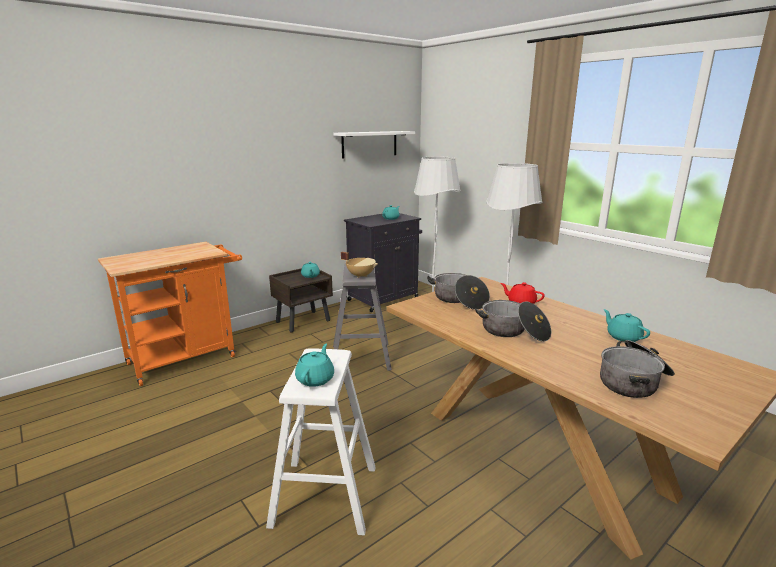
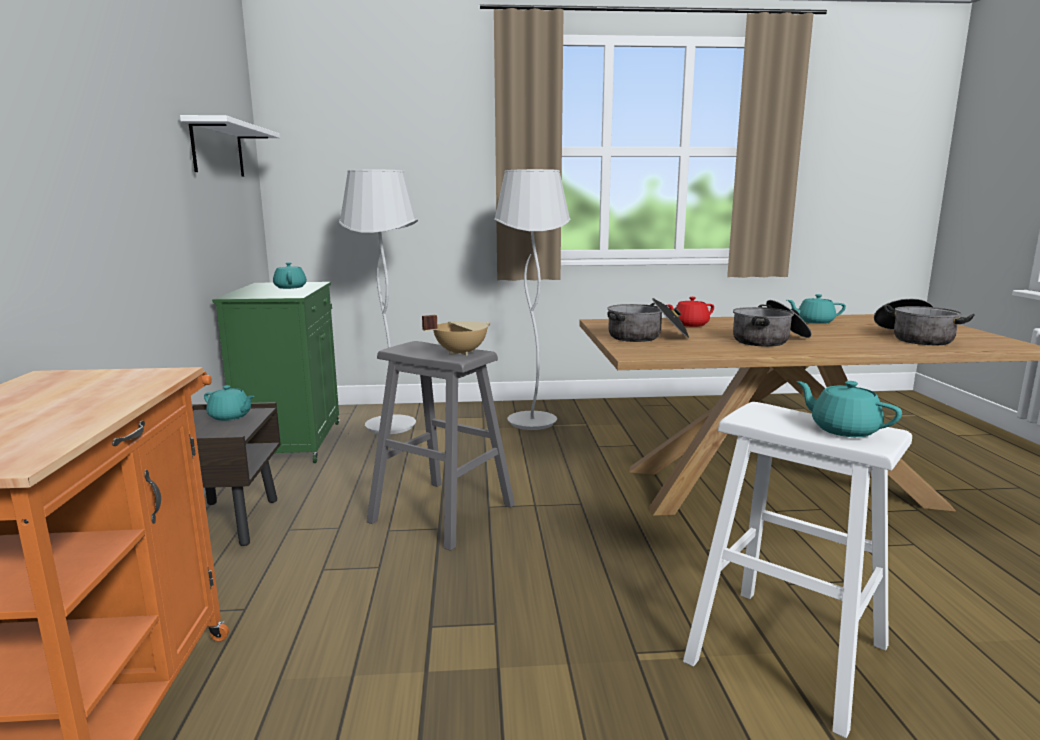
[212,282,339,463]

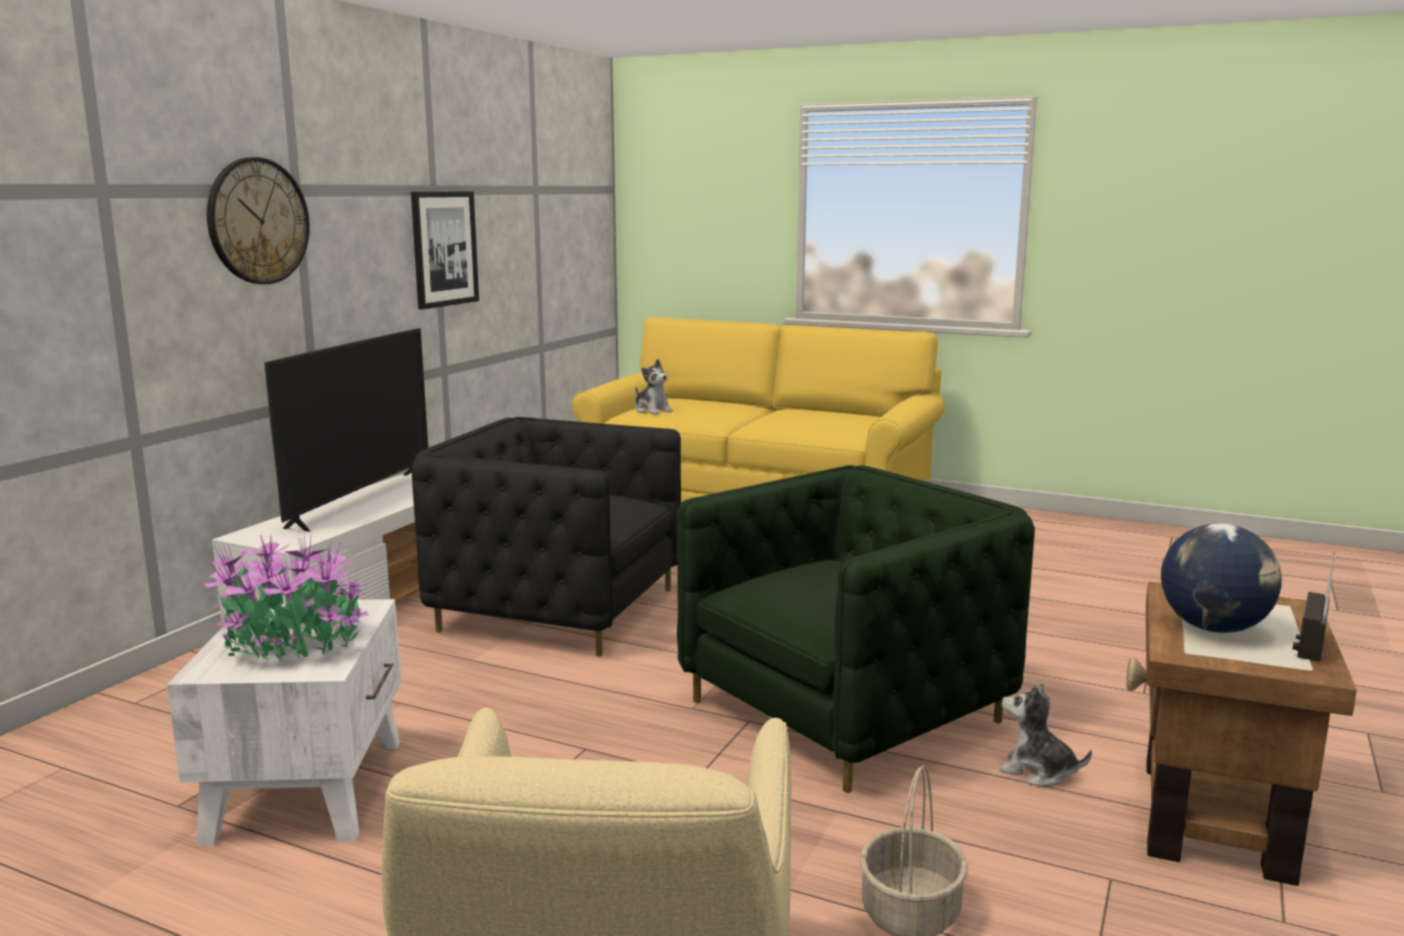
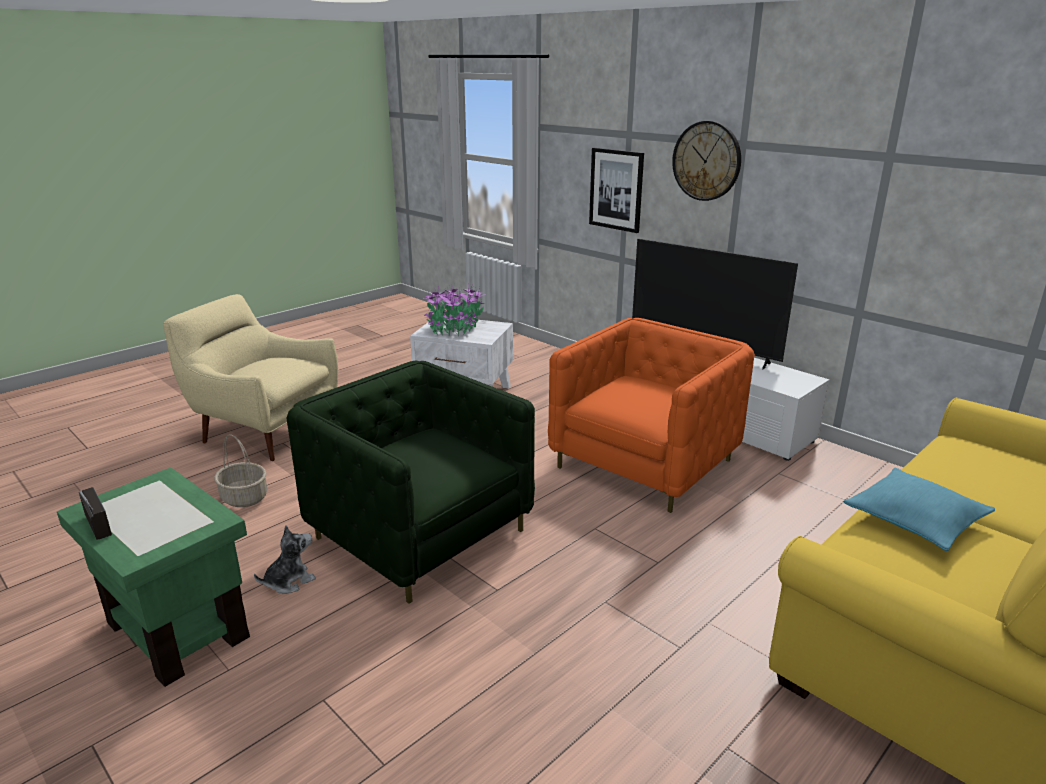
[589,148,644,233]
[548,318,755,513]
[635,359,673,415] (first image)
[287,361,535,604]
[57,468,250,687]
[1161,523,1282,633] (first image)
[844,468,995,551]

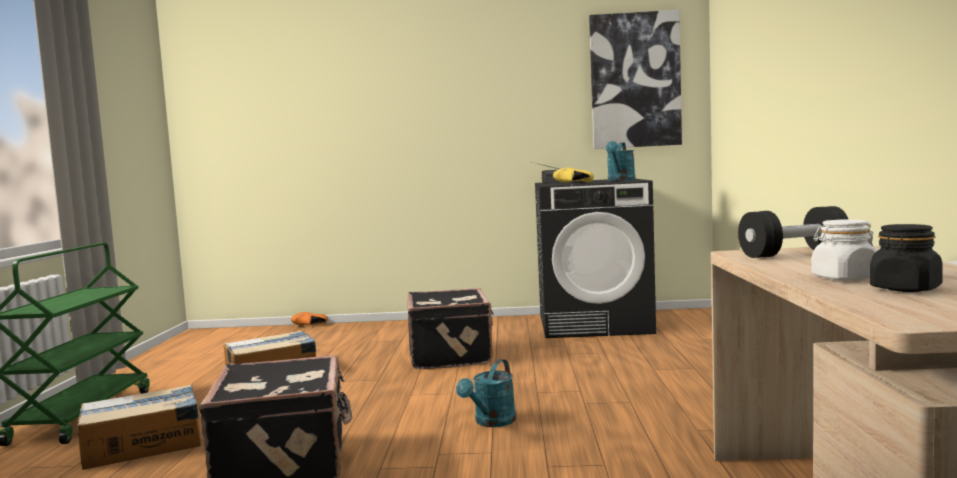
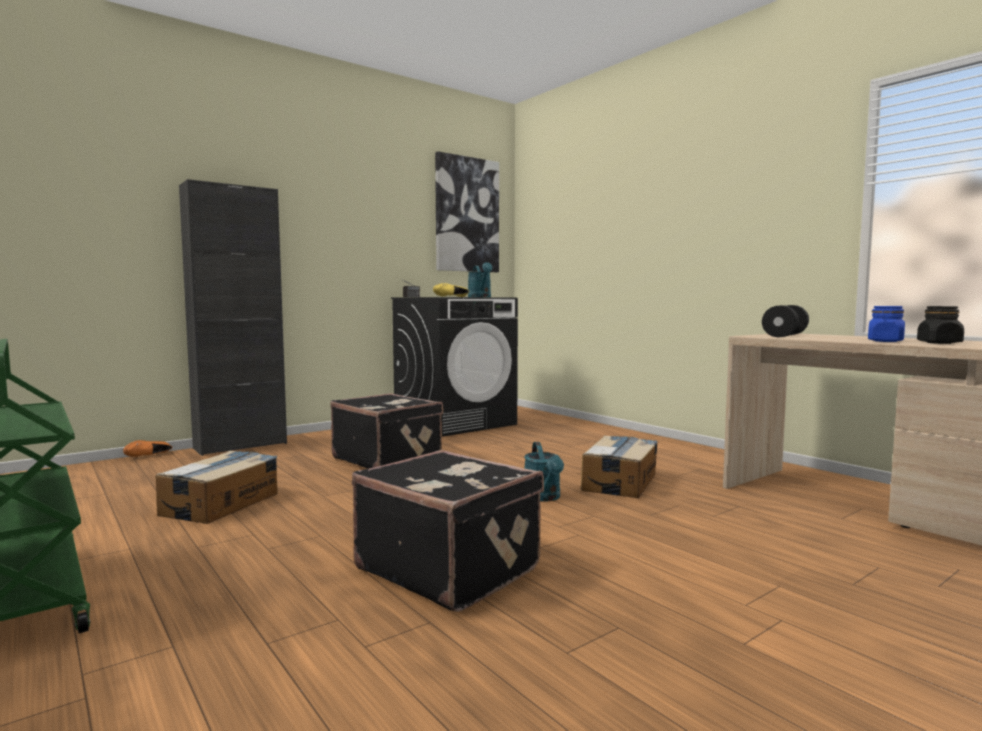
[581,435,658,498]
[868,306,905,342]
[179,179,287,456]

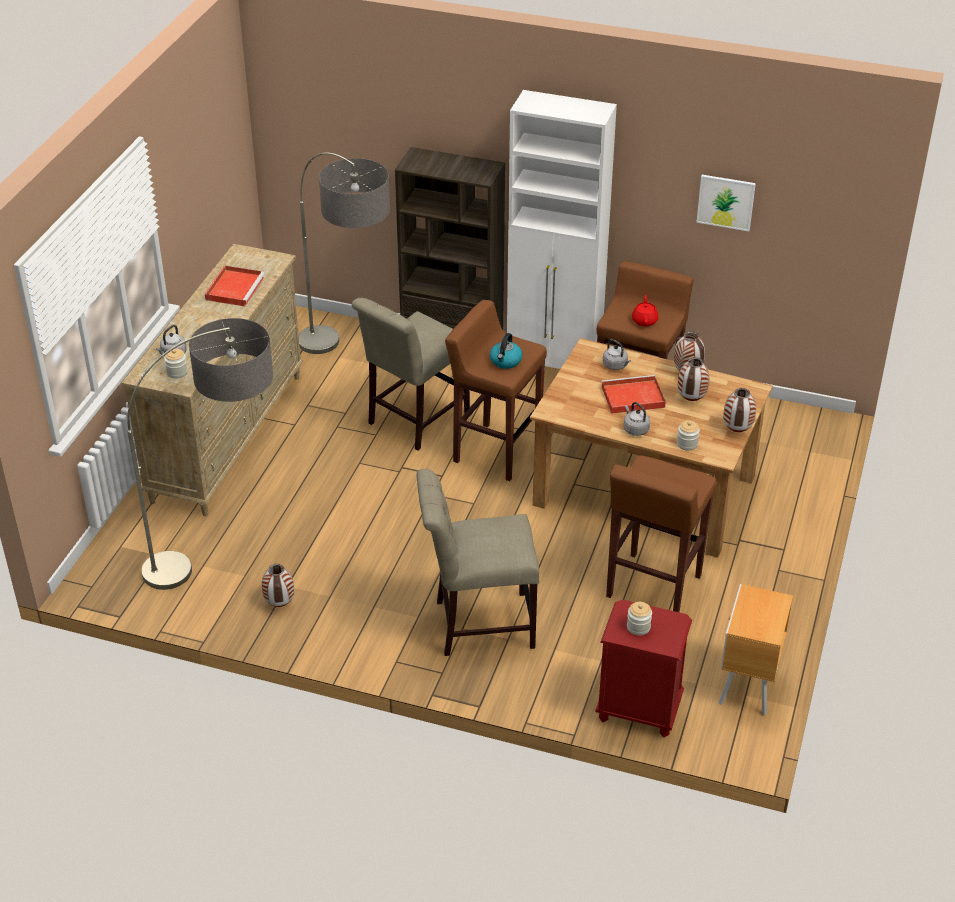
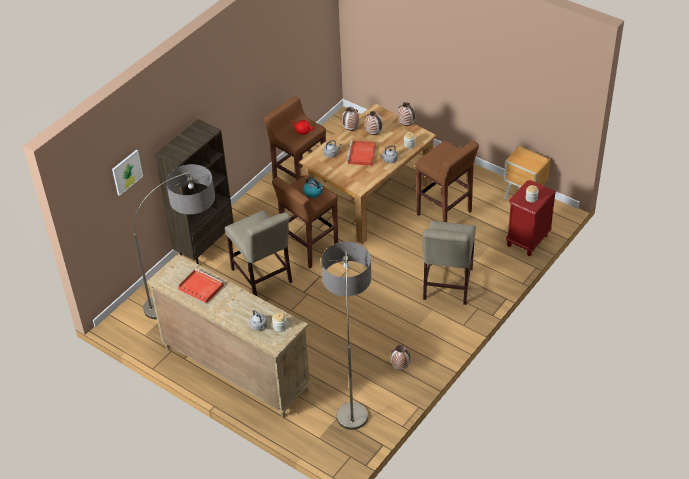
[507,90,617,369] (first image)
[112,150,143,196]

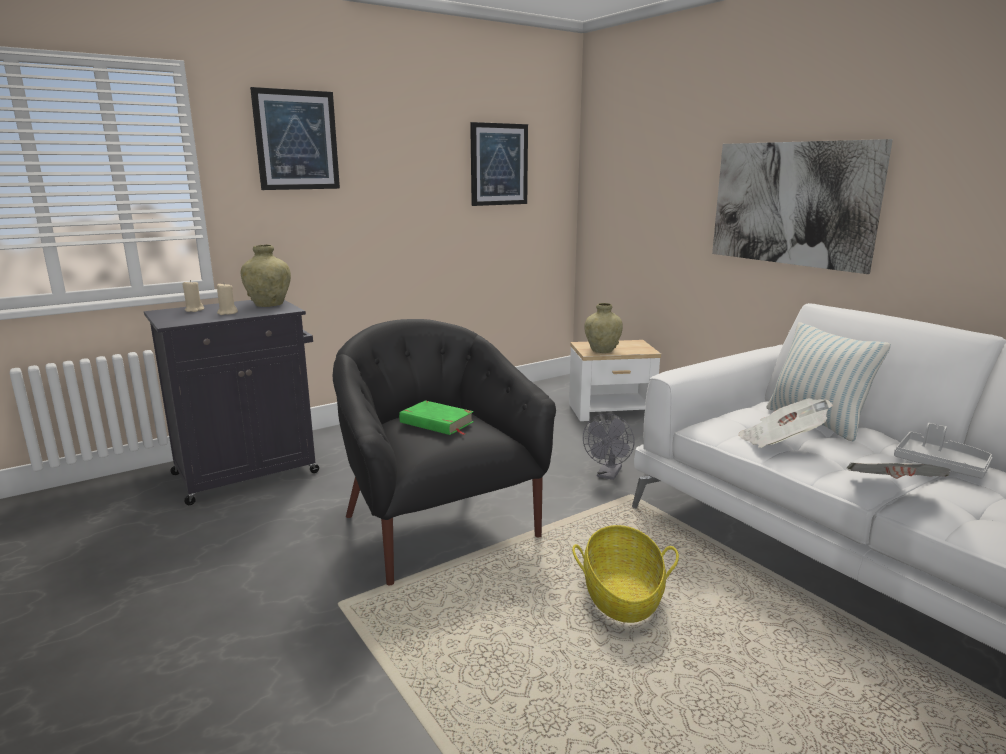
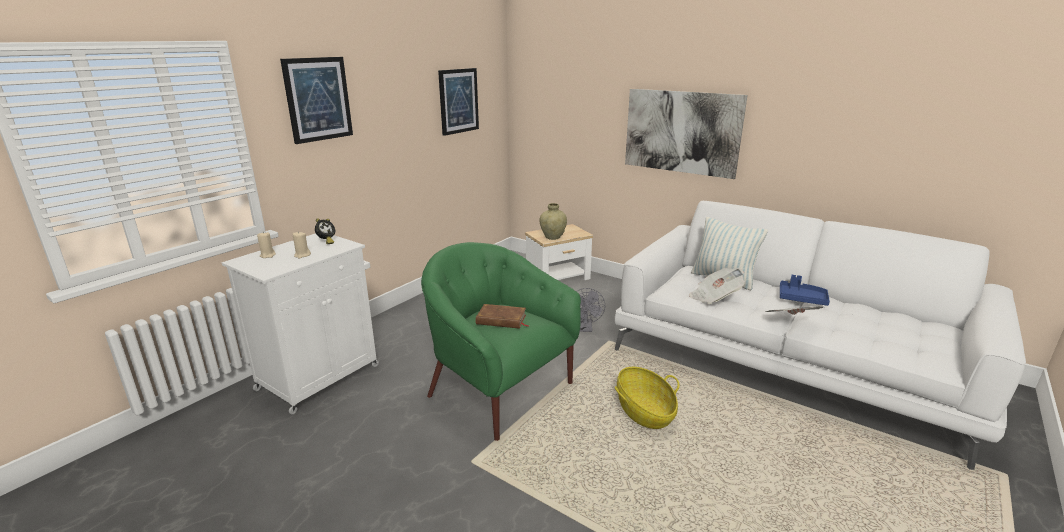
[222,233,379,414]
[315,218,335,244]
[421,242,581,441]
[476,304,529,329]
[780,275,830,306]

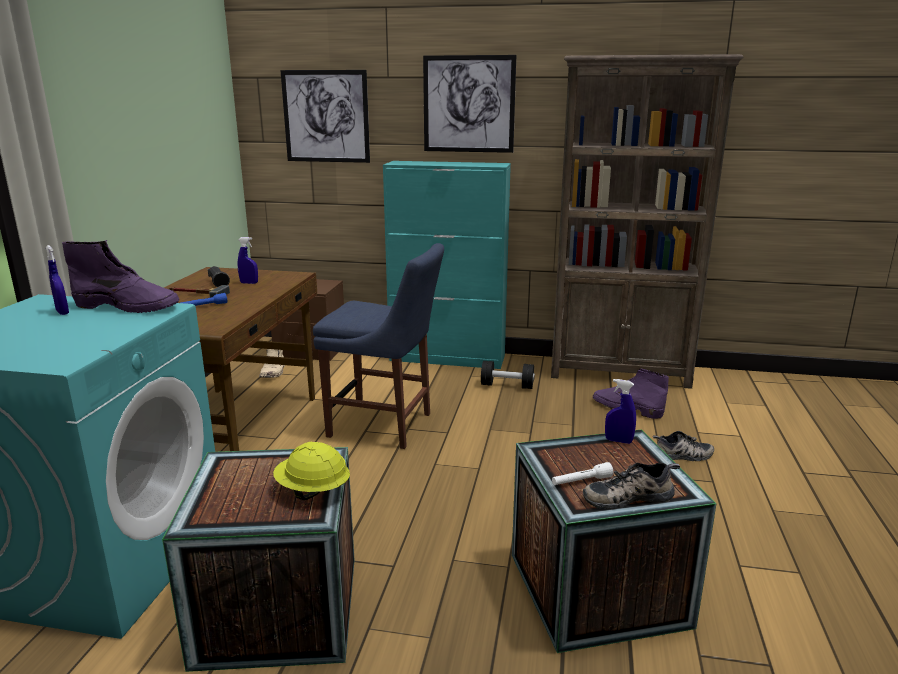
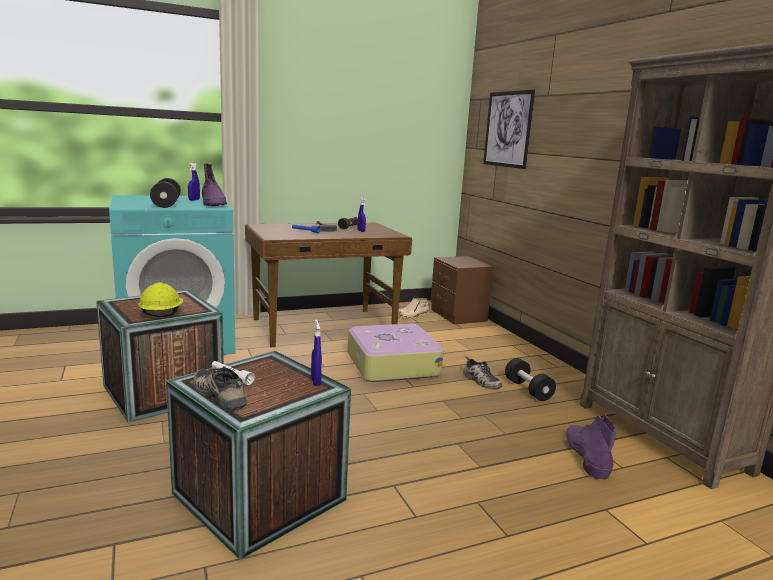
[348,324,444,382]
[383,161,511,369] (first image)
[423,55,516,153] (first image)
[463,357,502,390]
[150,178,181,208]

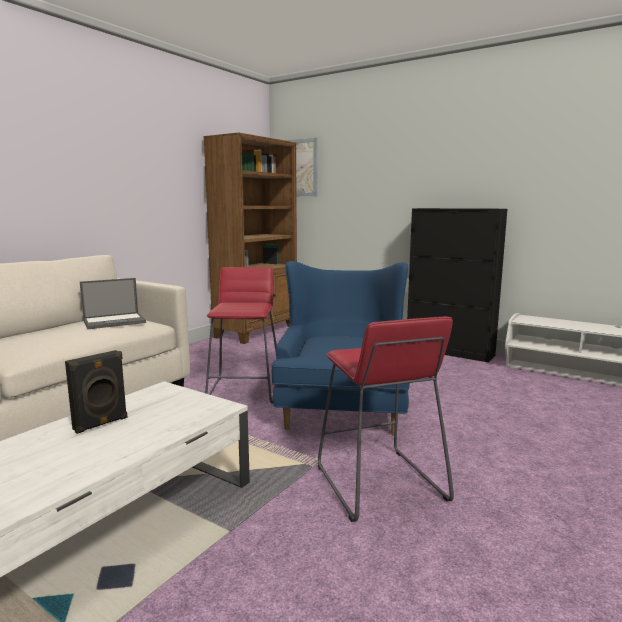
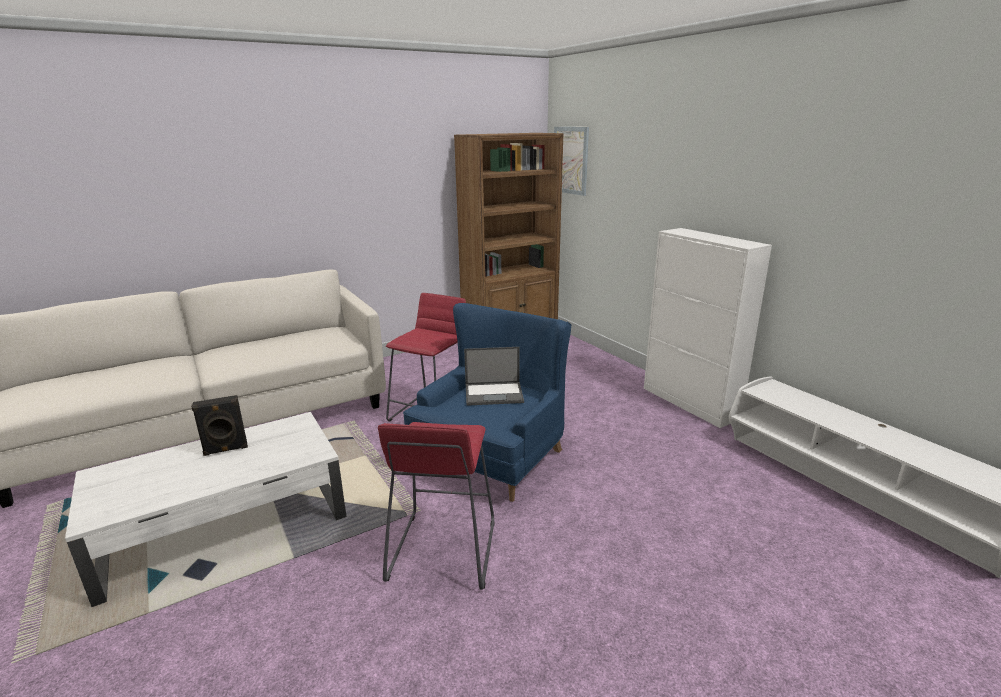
[464,347,524,406]
[644,228,772,428]

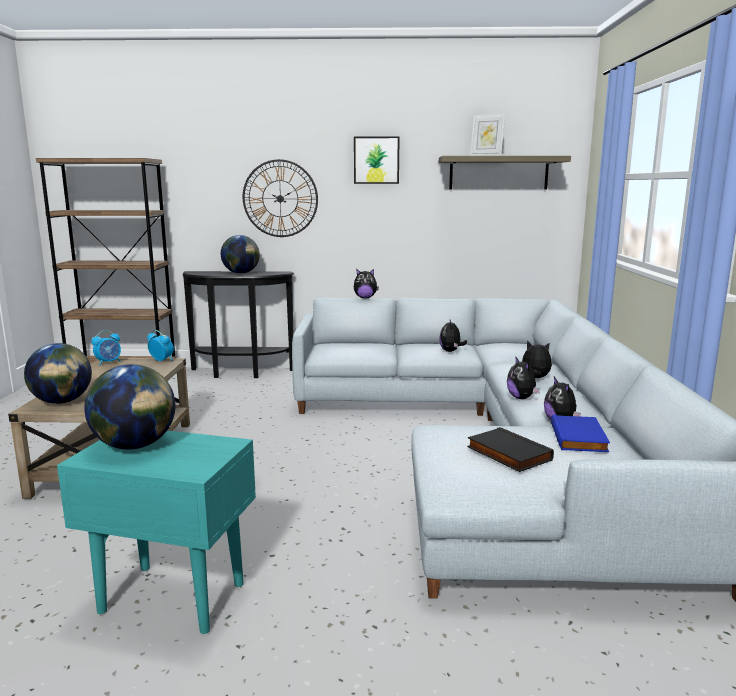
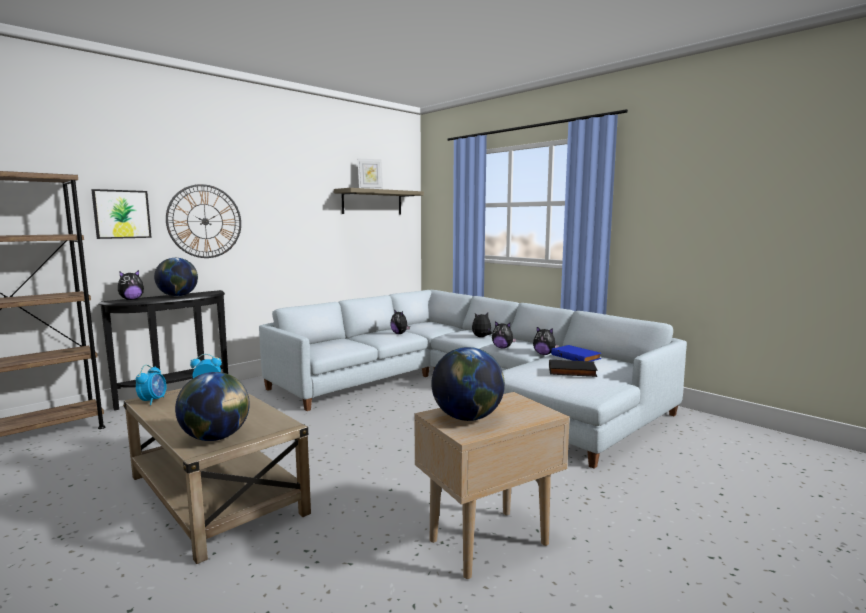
[414,392,570,579]
[91,189,152,239]
[118,270,144,300]

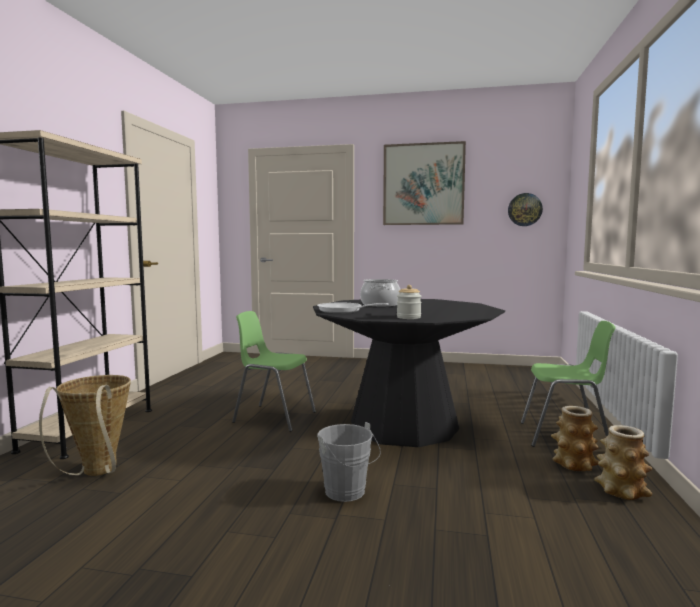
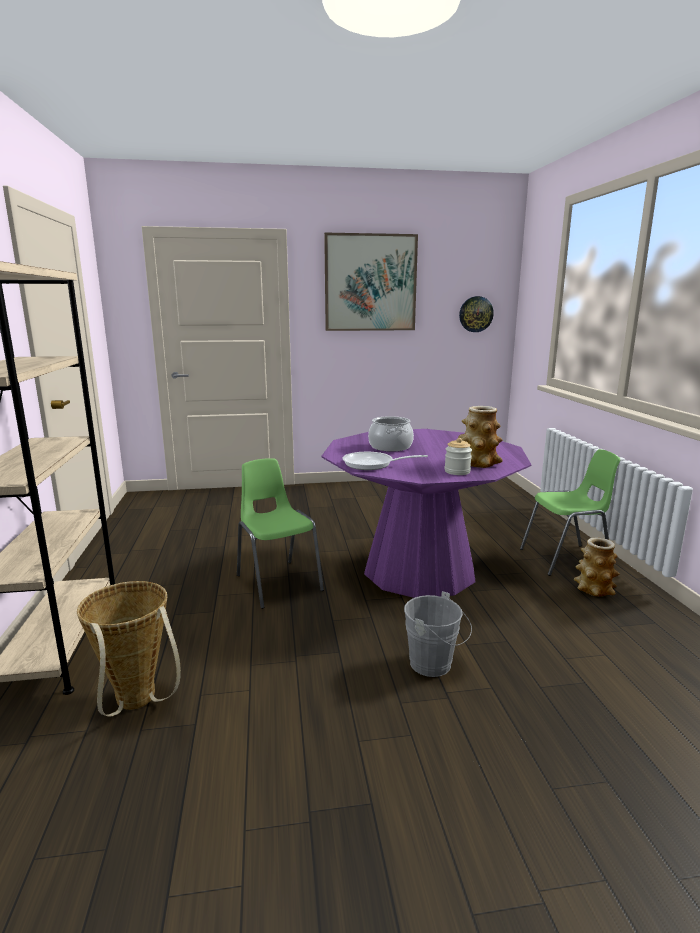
[237,458,324,609]
[321,429,532,598]
[458,406,503,468]

